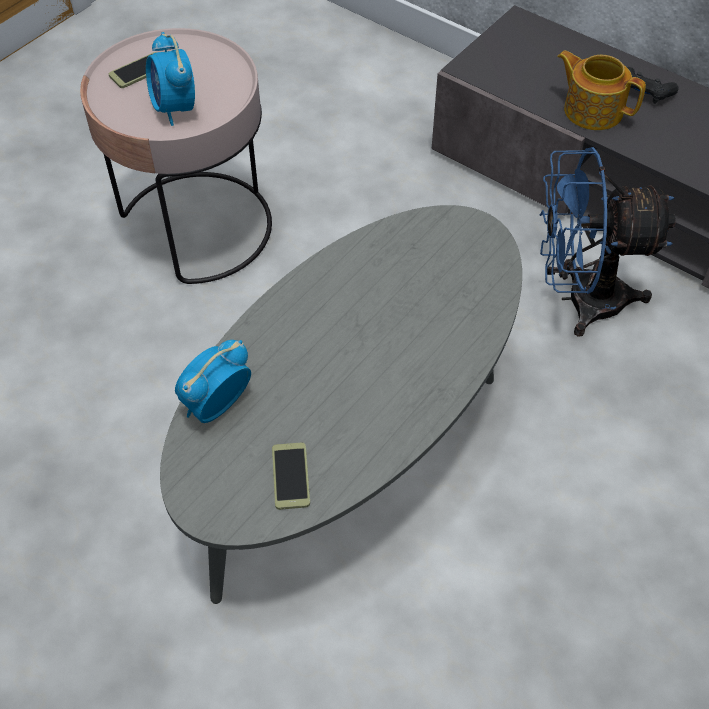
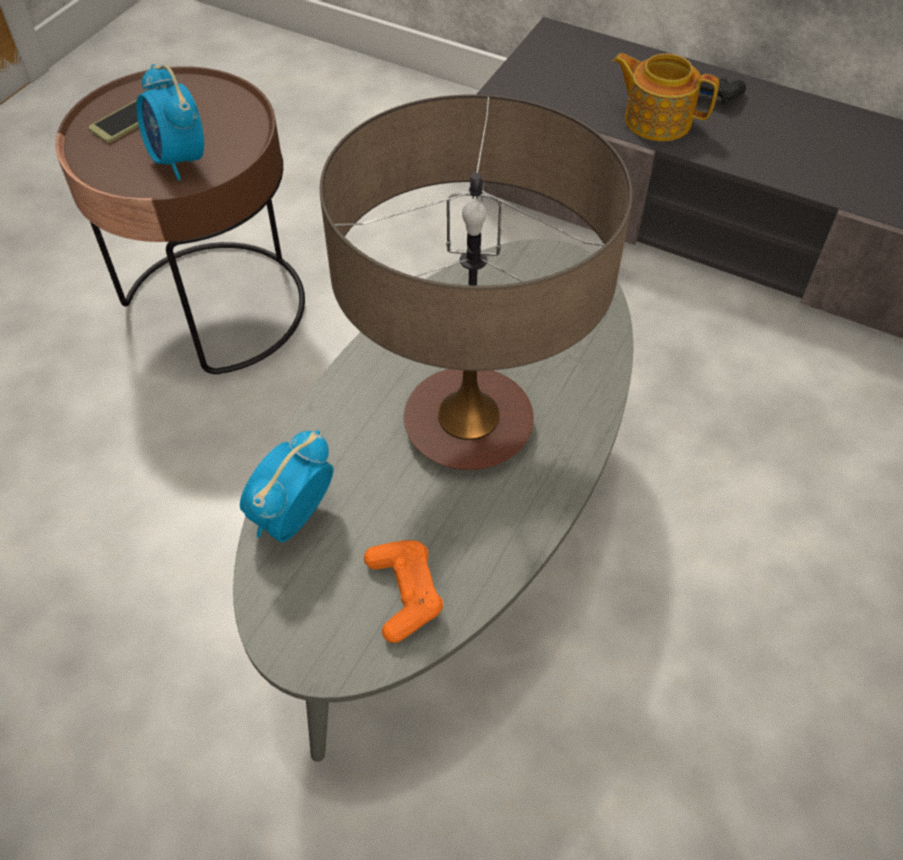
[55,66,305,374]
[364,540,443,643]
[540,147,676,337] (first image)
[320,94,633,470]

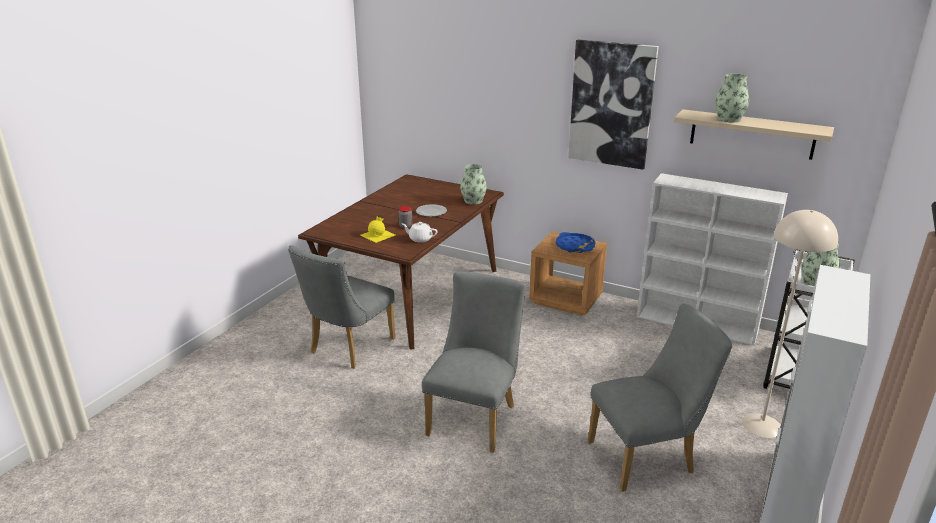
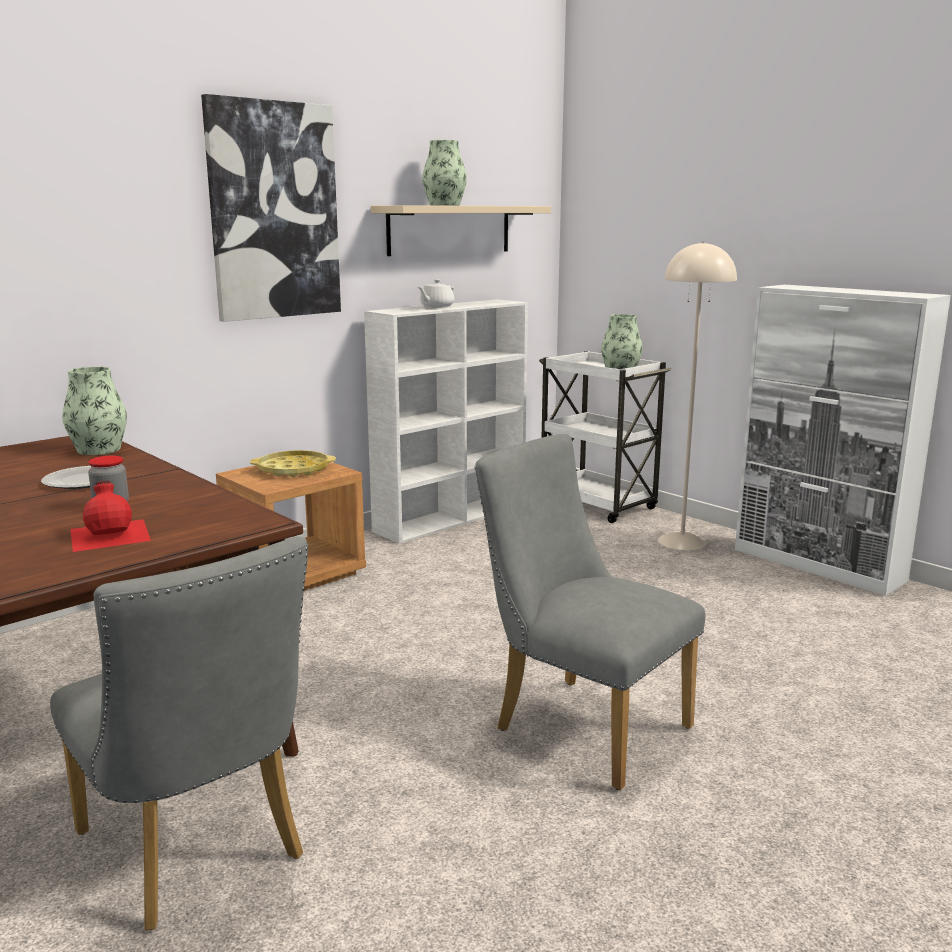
[70,480,151,552]
[418,279,454,308]
[250,450,336,477]
[588,303,732,492] (first image)

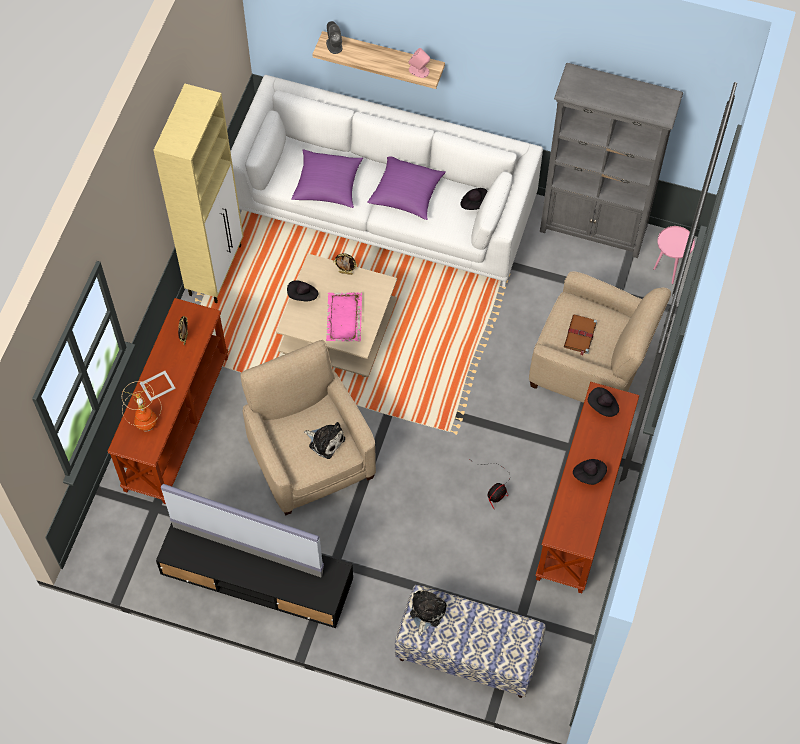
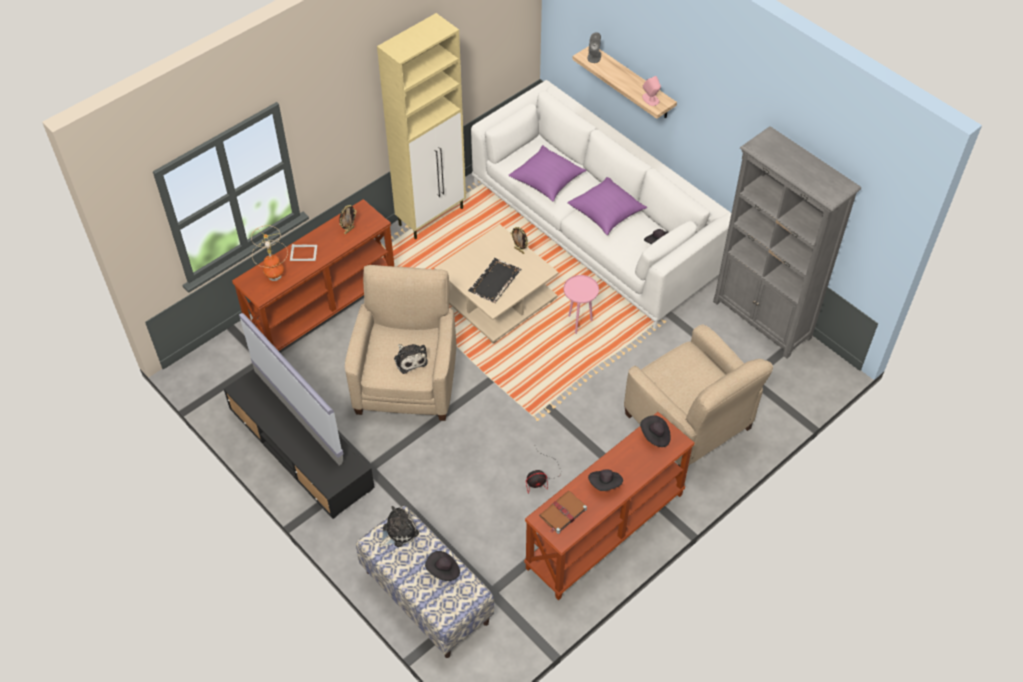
[425,551,460,581]
[468,258,521,303]
[539,490,587,534]
[564,275,599,334]

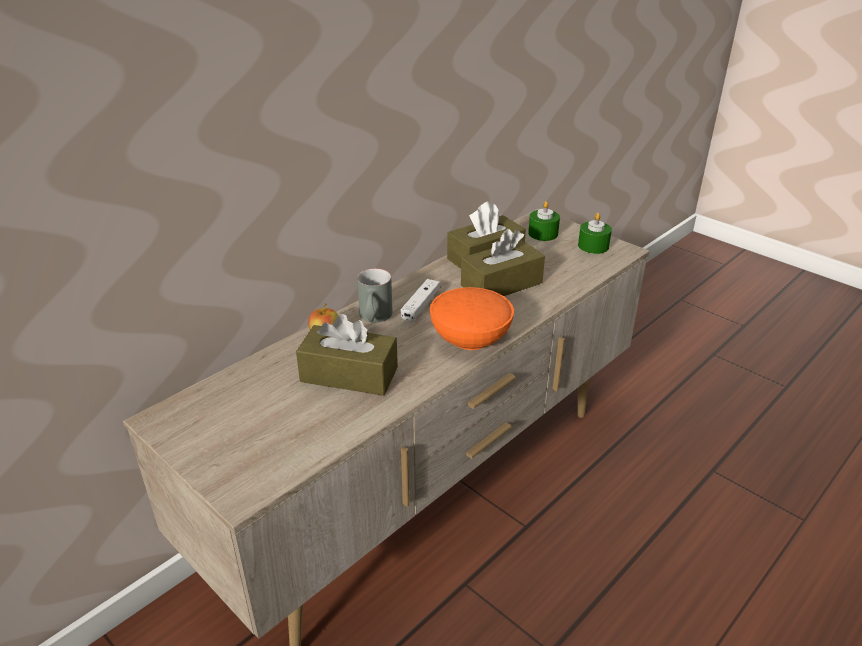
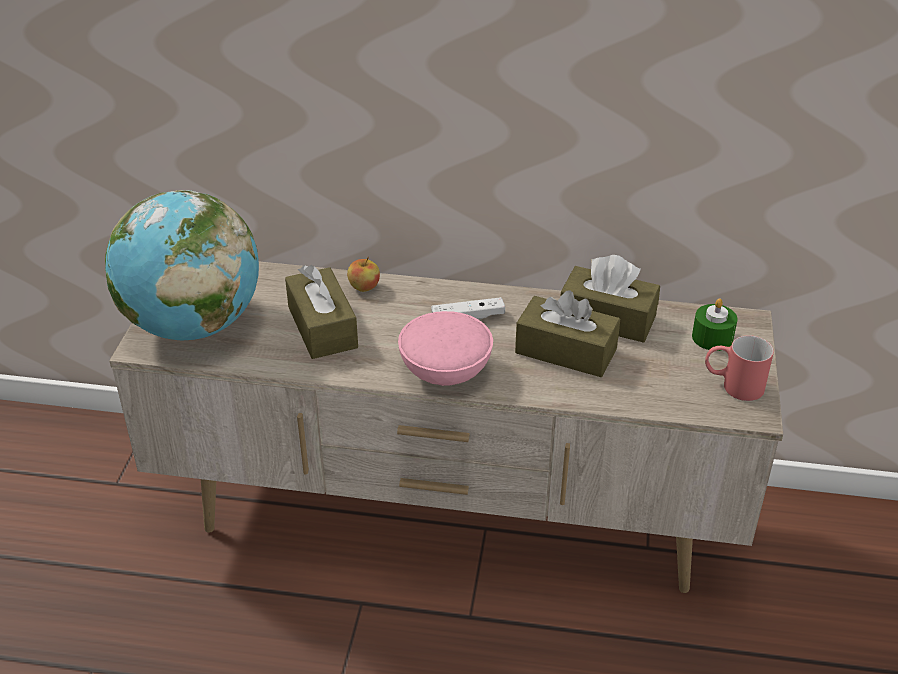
[357,269,393,323] (first image)
[398,311,493,386]
[705,335,774,401]
[105,190,259,340]

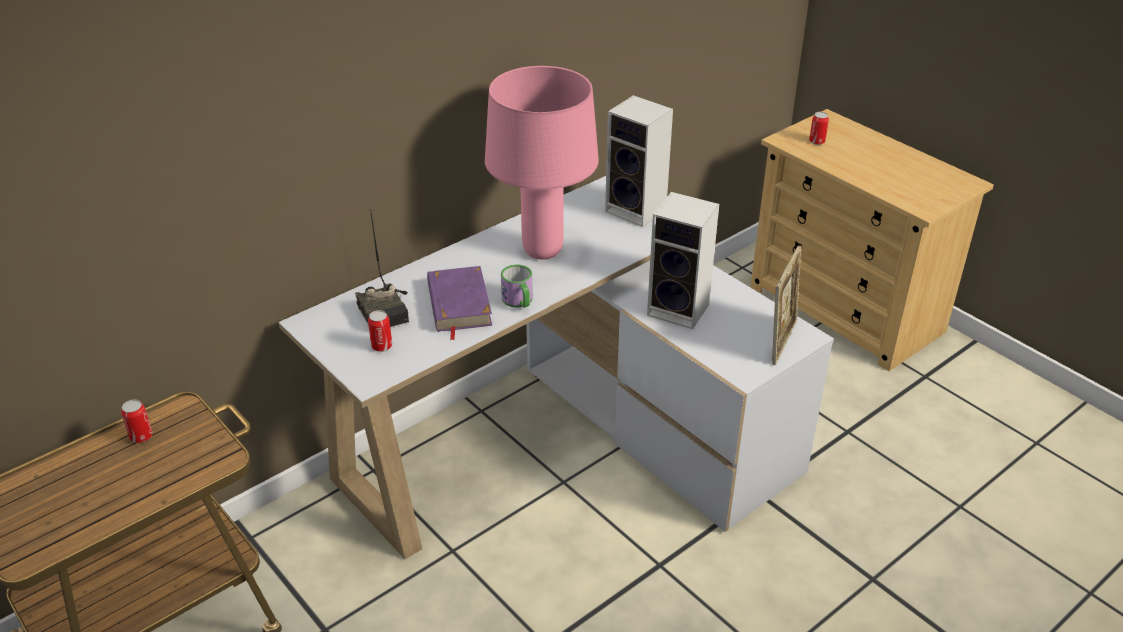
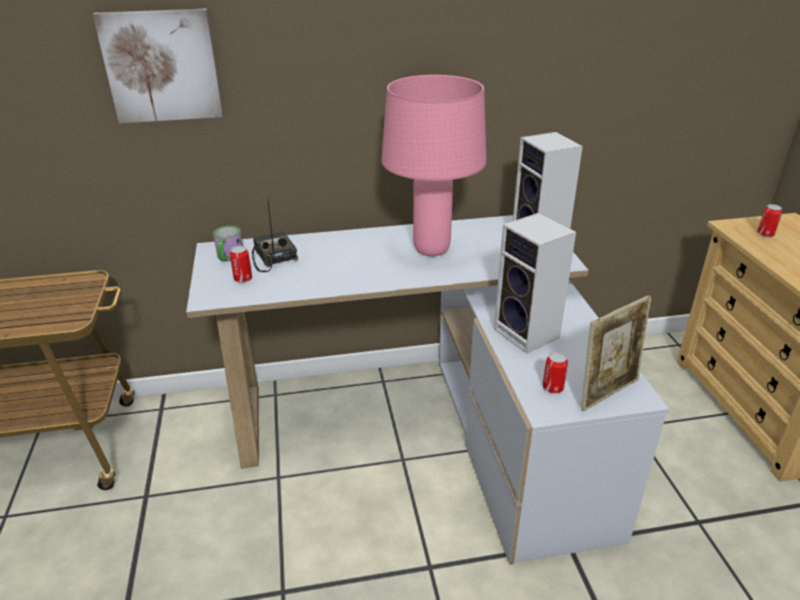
[543,352,568,393]
[252,198,298,272]
[427,266,492,340] (first image)
[213,225,243,261]
[93,8,223,123]

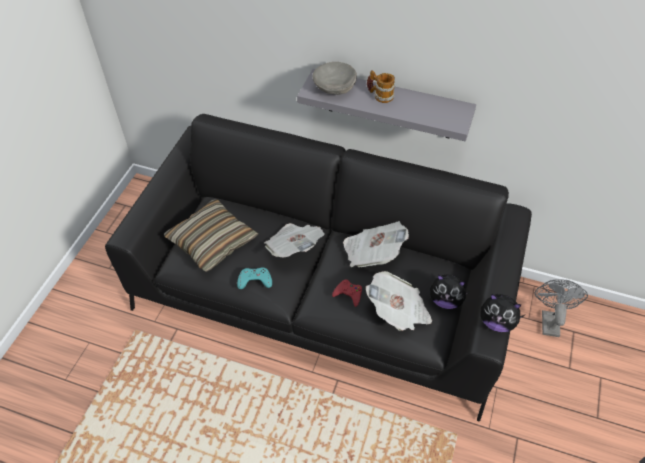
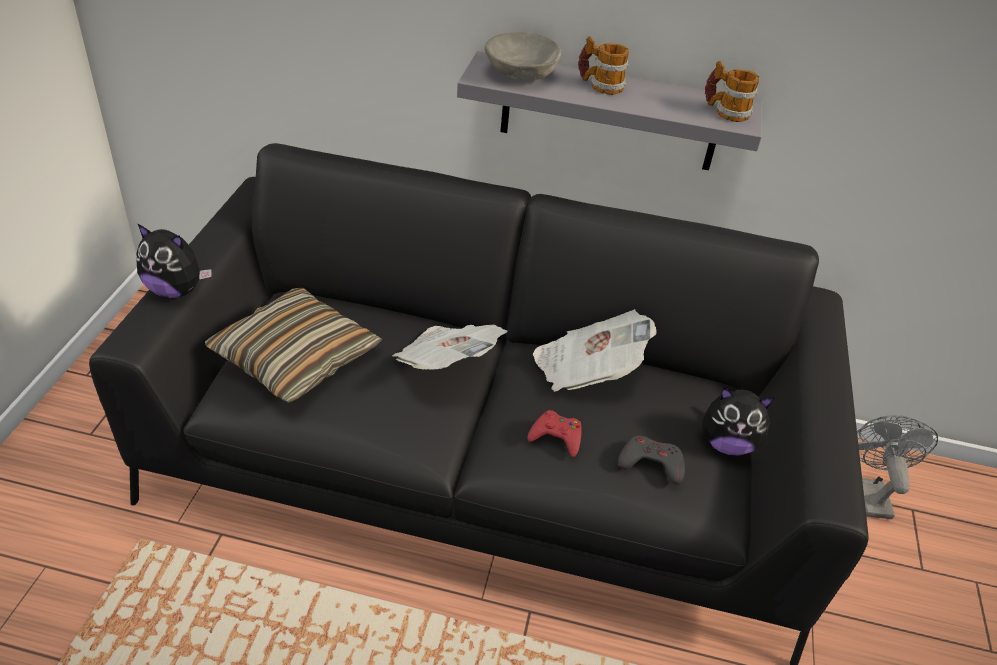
[237,268,272,289] (first image)
[618,436,685,485]
[136,223,211,298]
[705,61,759,122]

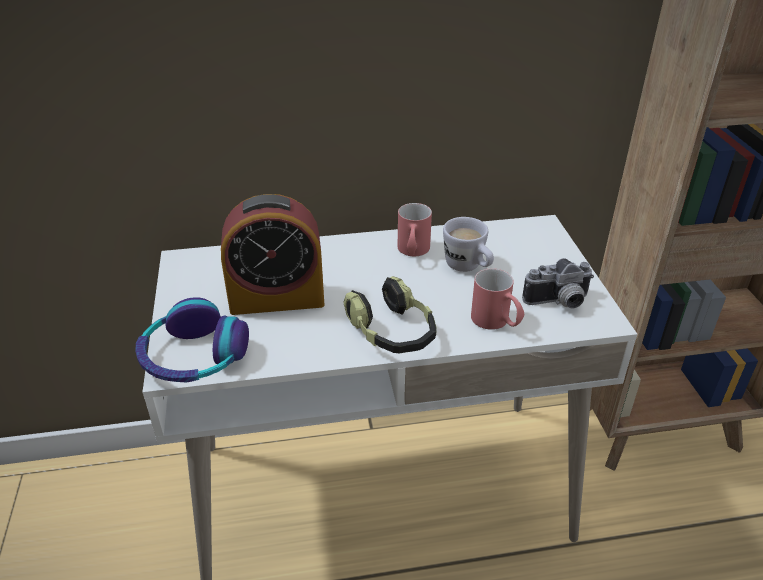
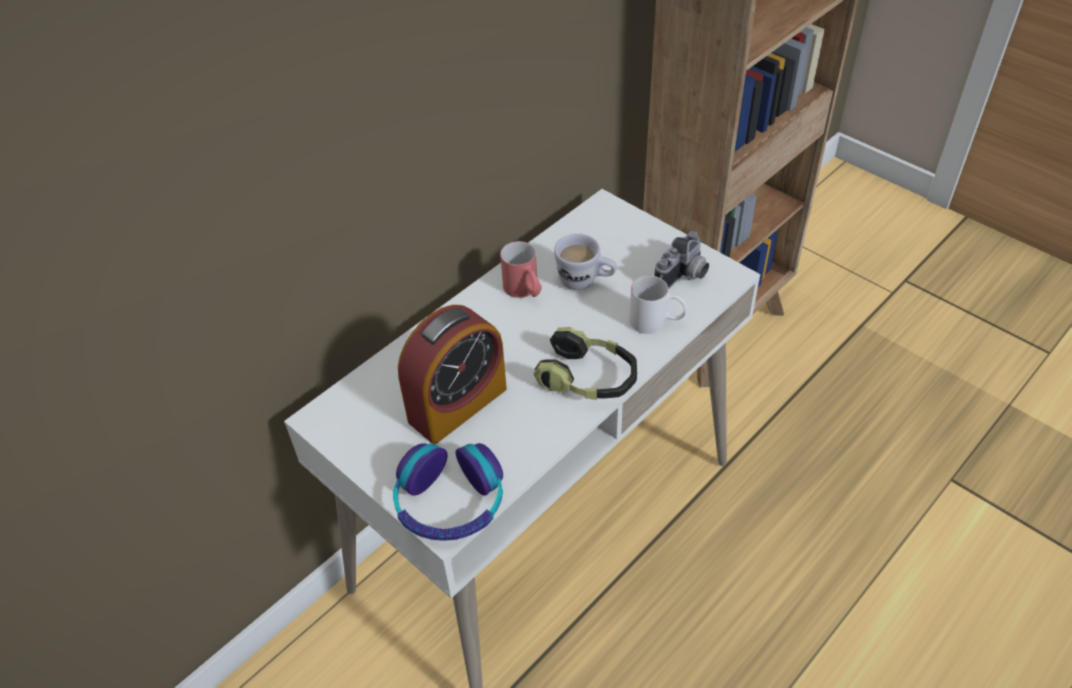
[629,275,687,334]

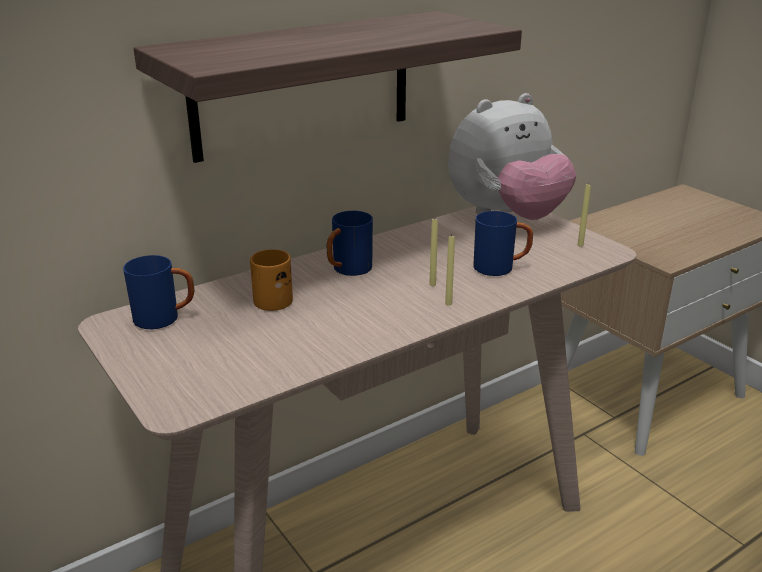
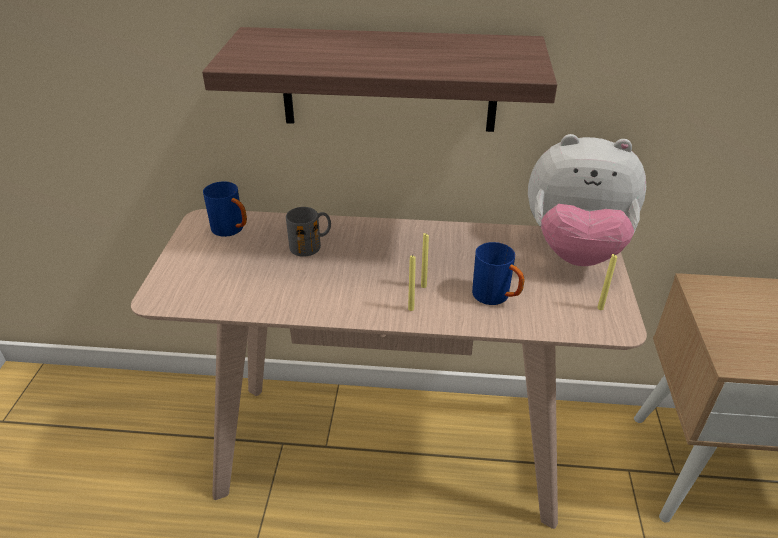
[286,207,331,257]
[327,211,373,276] (first image)

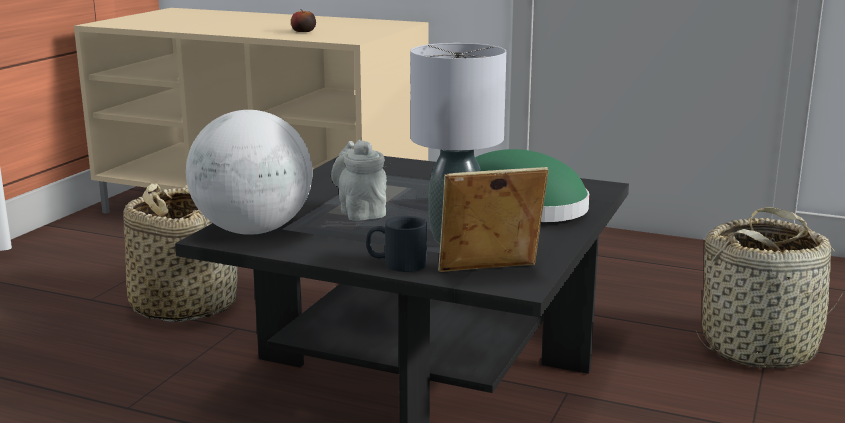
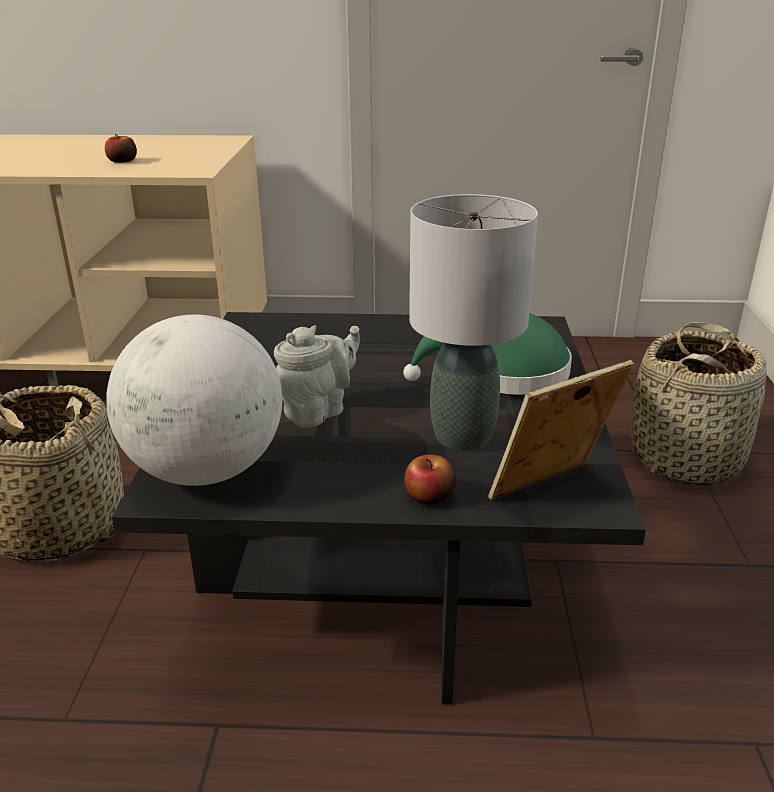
[274,325,360,427]
[404,454,457,504]

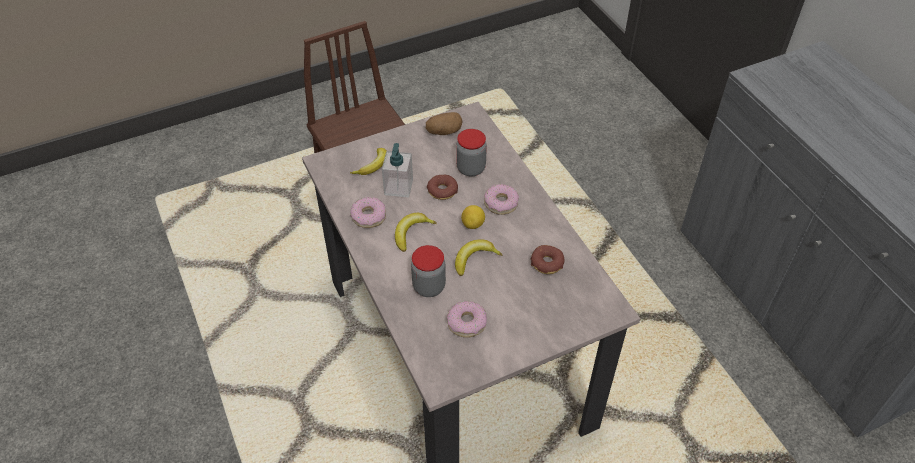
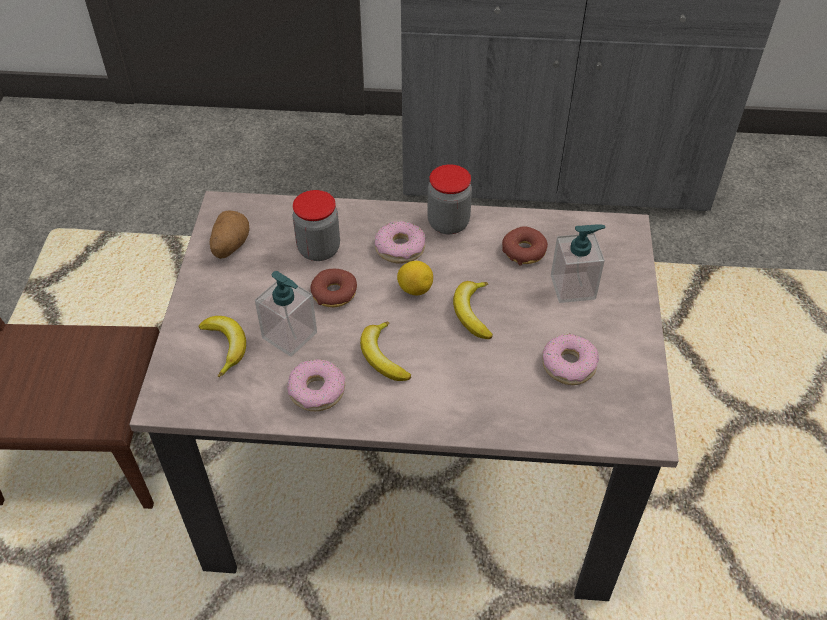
[427,164,472,234]
[551,224,606,303]

